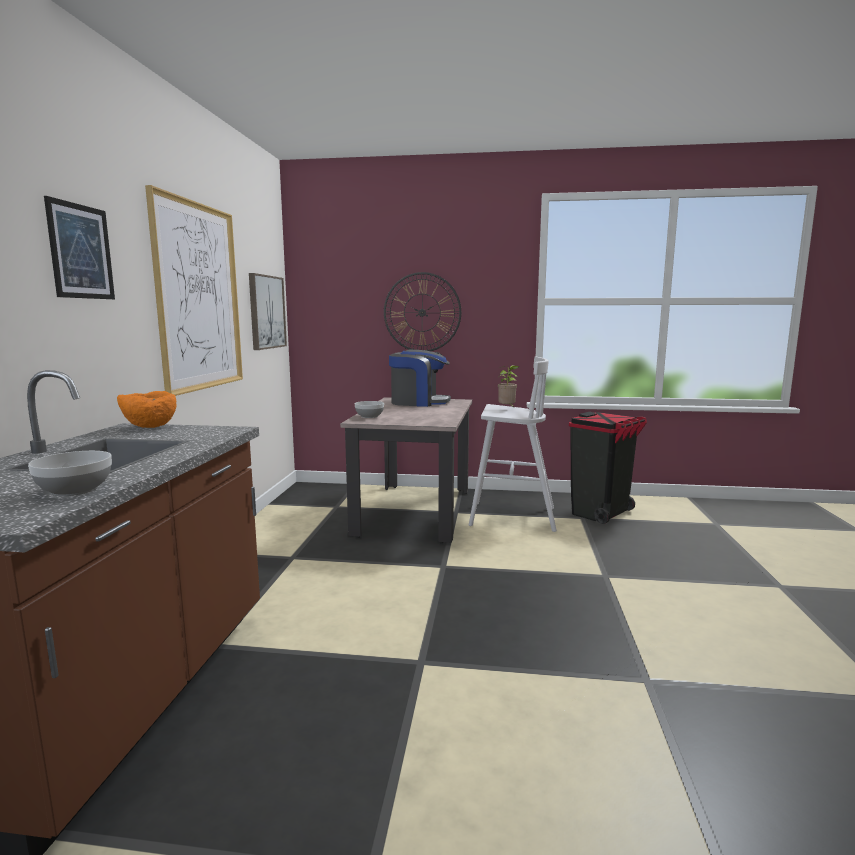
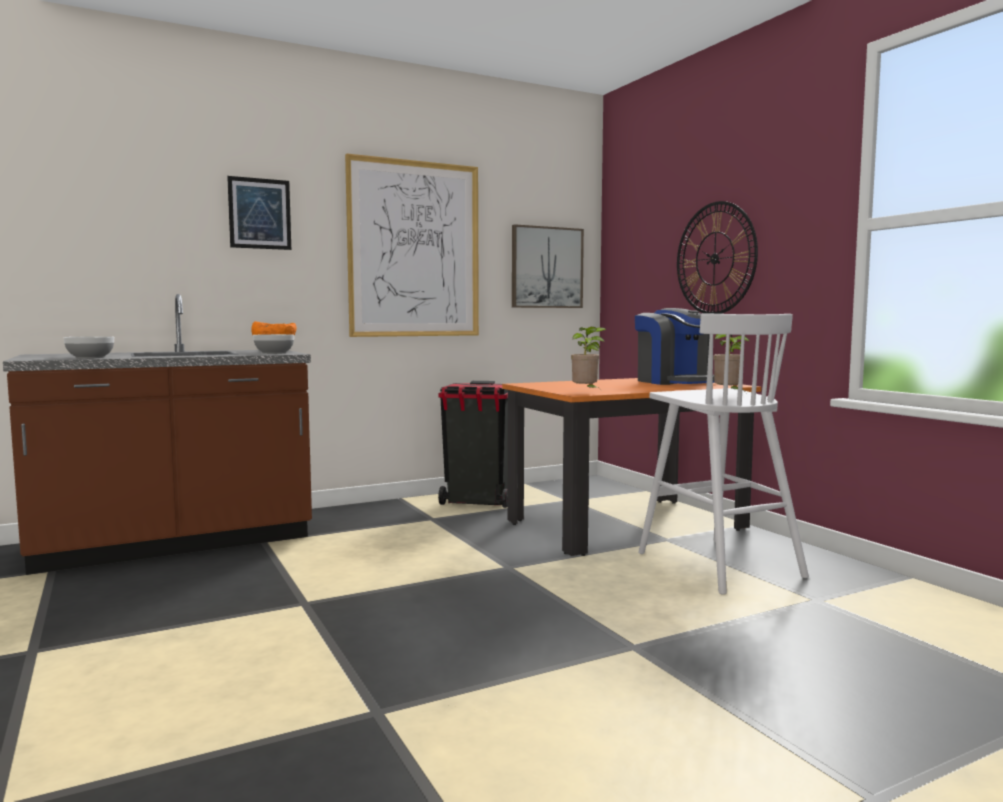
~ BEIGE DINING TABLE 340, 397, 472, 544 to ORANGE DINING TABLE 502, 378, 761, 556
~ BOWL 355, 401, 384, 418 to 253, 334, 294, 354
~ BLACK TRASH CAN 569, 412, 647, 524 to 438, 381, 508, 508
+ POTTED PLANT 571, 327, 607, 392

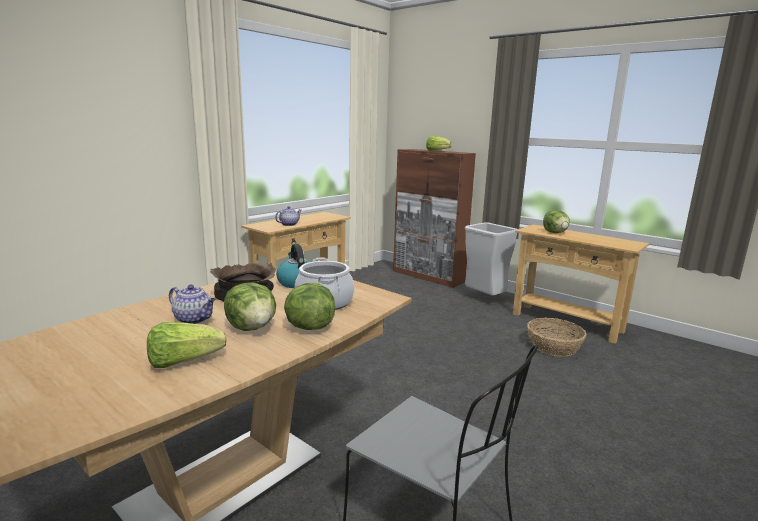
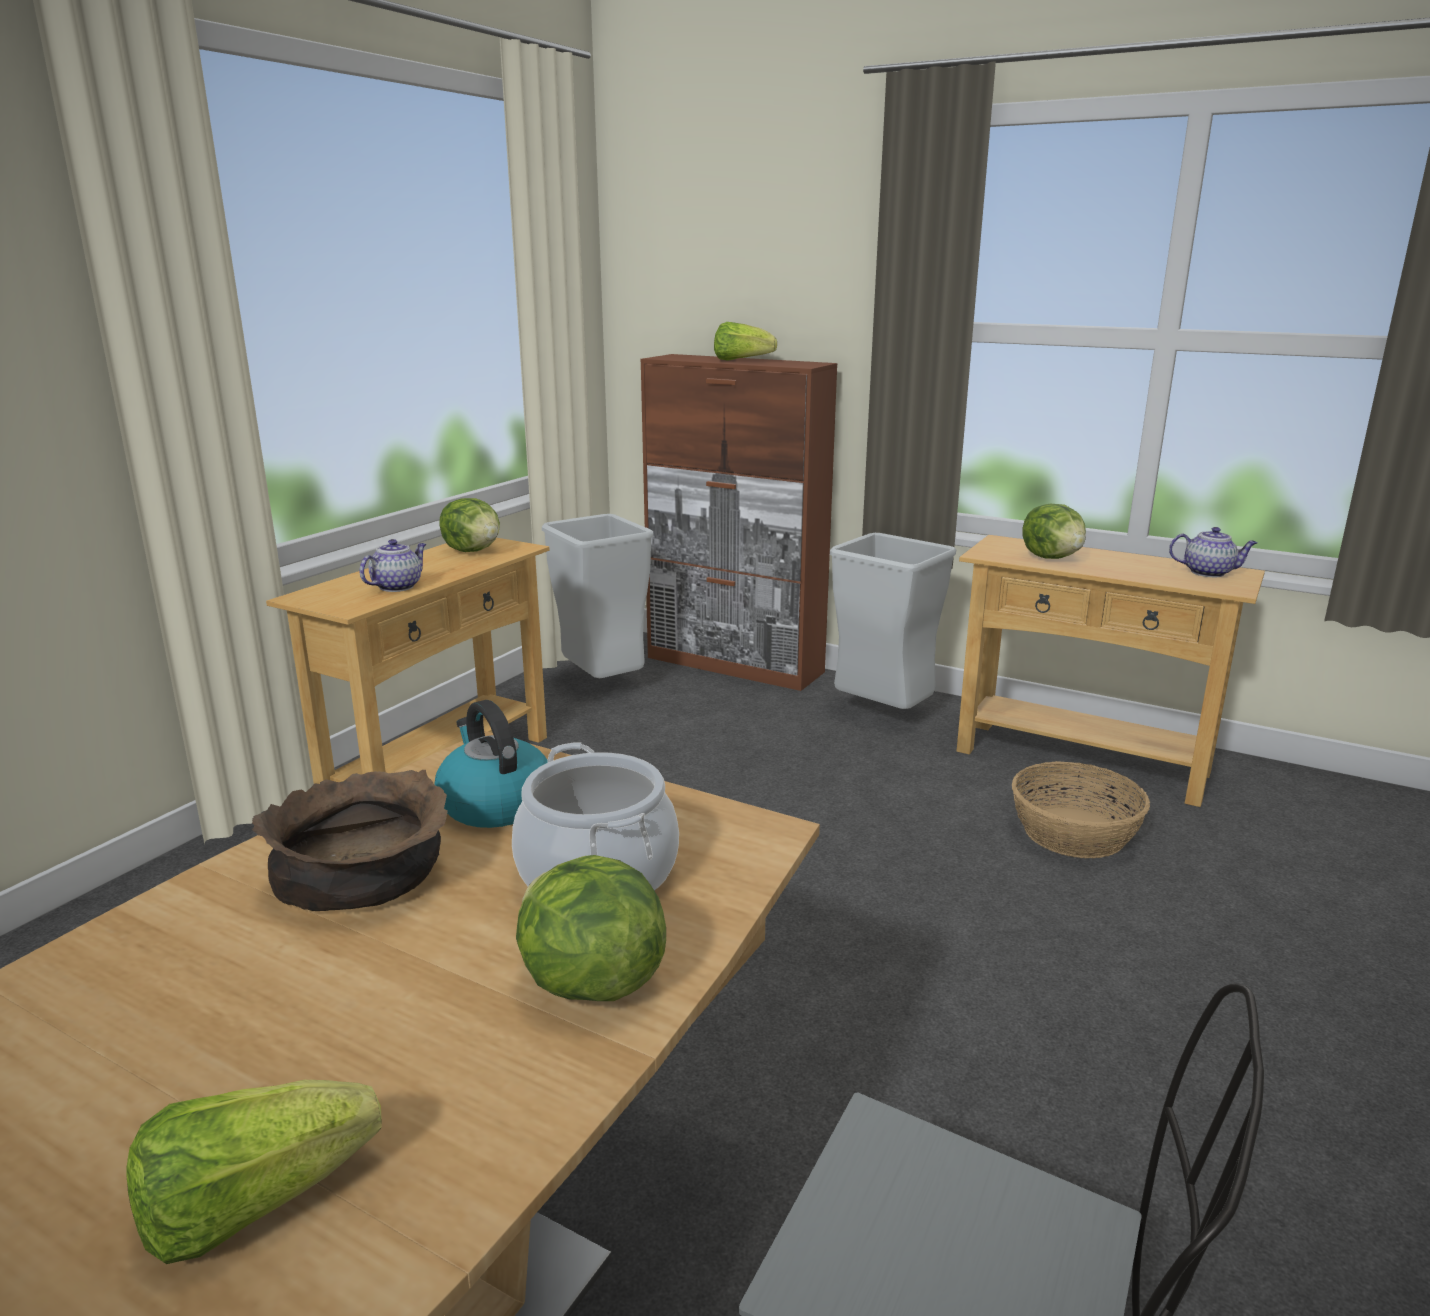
~ TEAPOT 169, 285, 216, 324 to 1169, 527, 1257, 577
~ LETTUCE 224, 283, 276, 331 to 439, 498, 500, 552
+ GREY TRASH CAN 542, 514, 654, 678

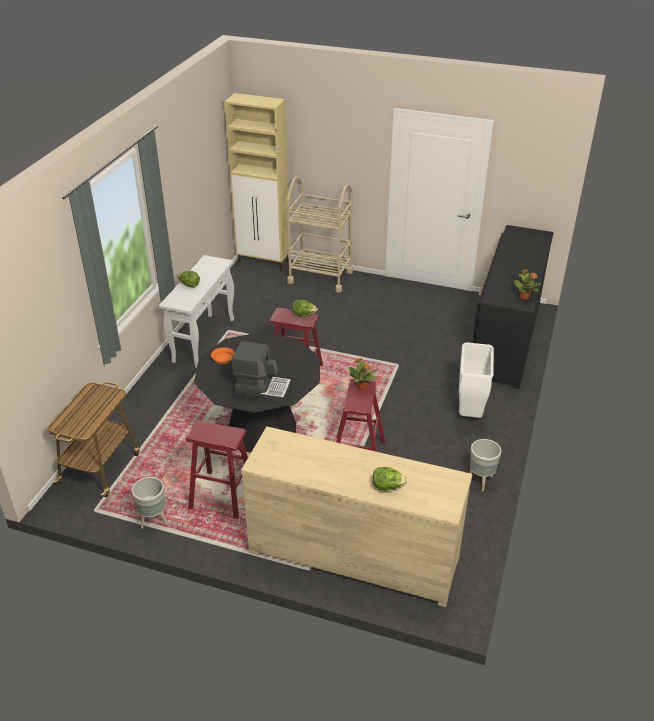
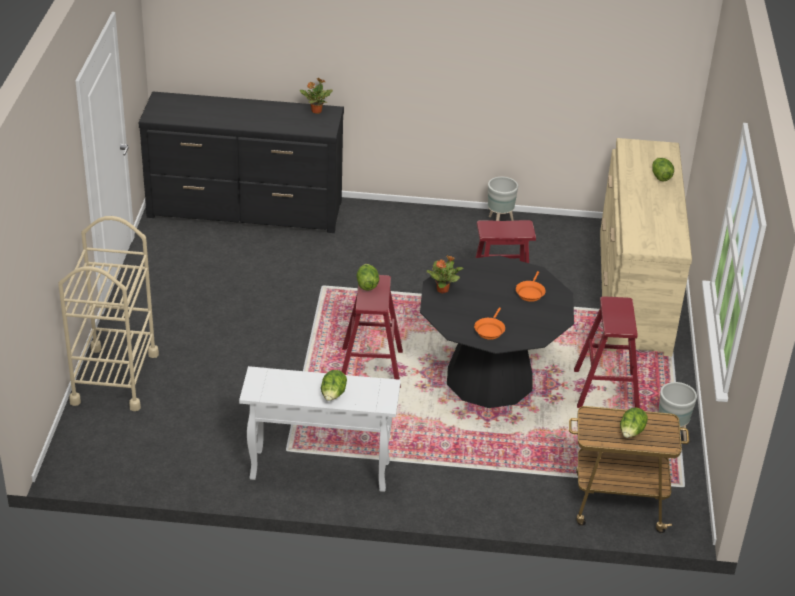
- BEIGE CABINET 224, 93, 288, 271
~ COFFEE MACHINE 232, 341, 291, 402 to ORANGE FRYING PAN 516, 271, 546, 302
~ POTTED PLANT 348, 358, 378, 390 to 427, 256, 463, 293
- WHITE TRASH CAN 459, 342, 494, 418
+ LETTUCE 620, 407, 648, 438

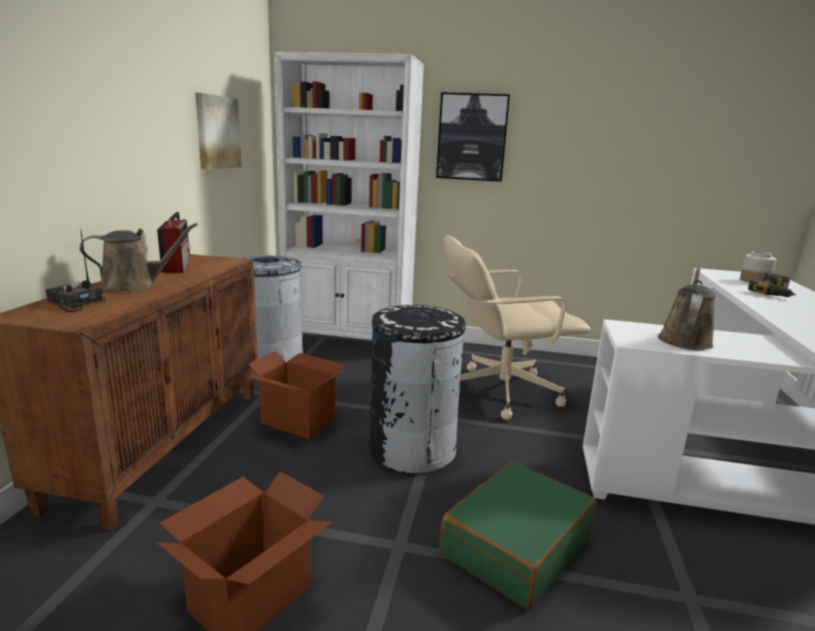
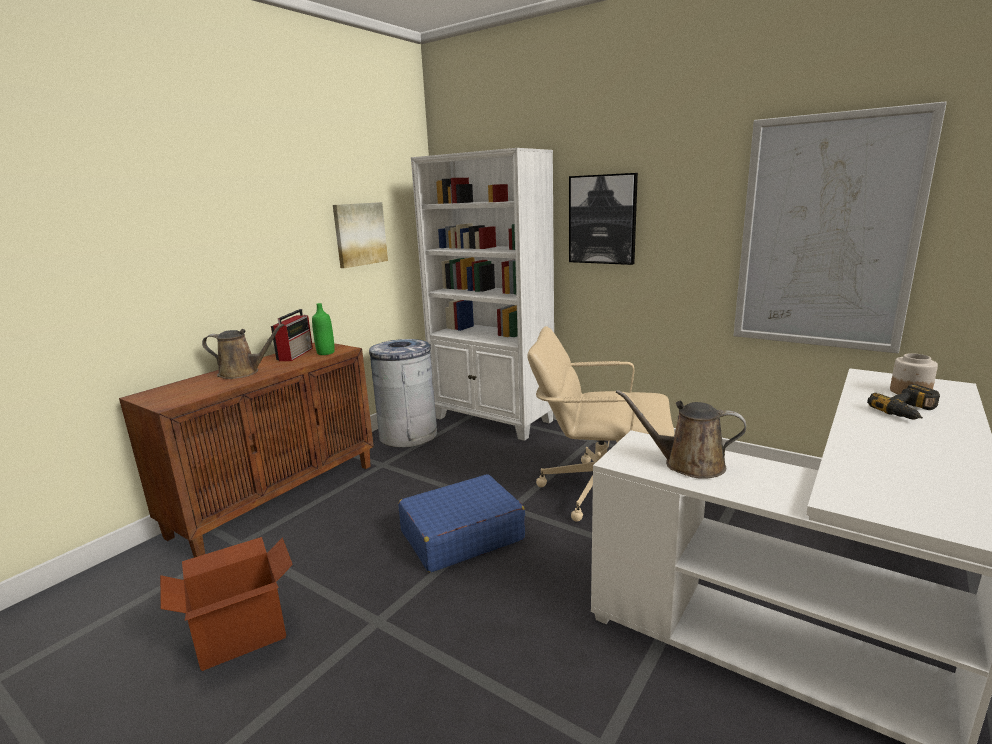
- RADIO 46, 229, 105, 312
- CARDBOARD BOX 244, 351, 346, 439
~ BLACK TRASH CAN 370, 305, 466, 474 to BLUE SUITCASE 398, 474, 525, 572
- GREEN SUITCASE 440, 461, 597, 609
~ BROWN WATERING CAN 658, 266, 715, 350 = 616, 390, 746, 479 120 degrees counterclockwise
+ GREEN BOTTLE 312, 303, 335, 355
+ PICTURE 734, 101, 947, 353

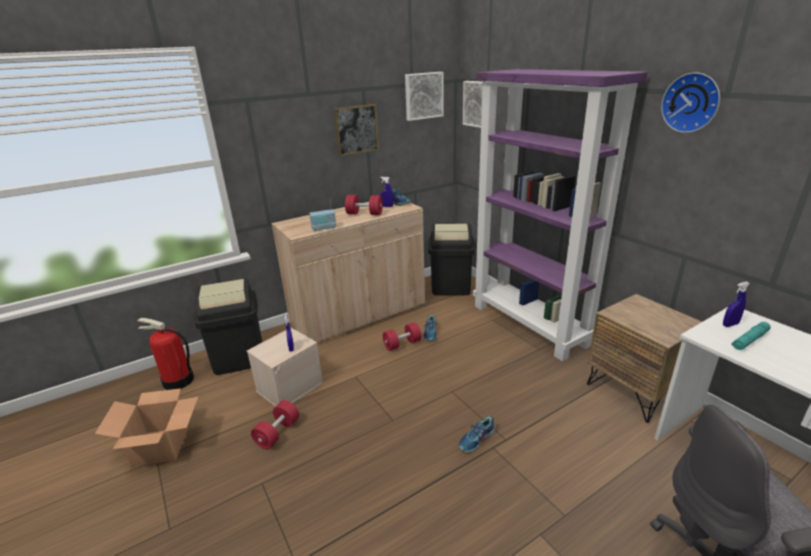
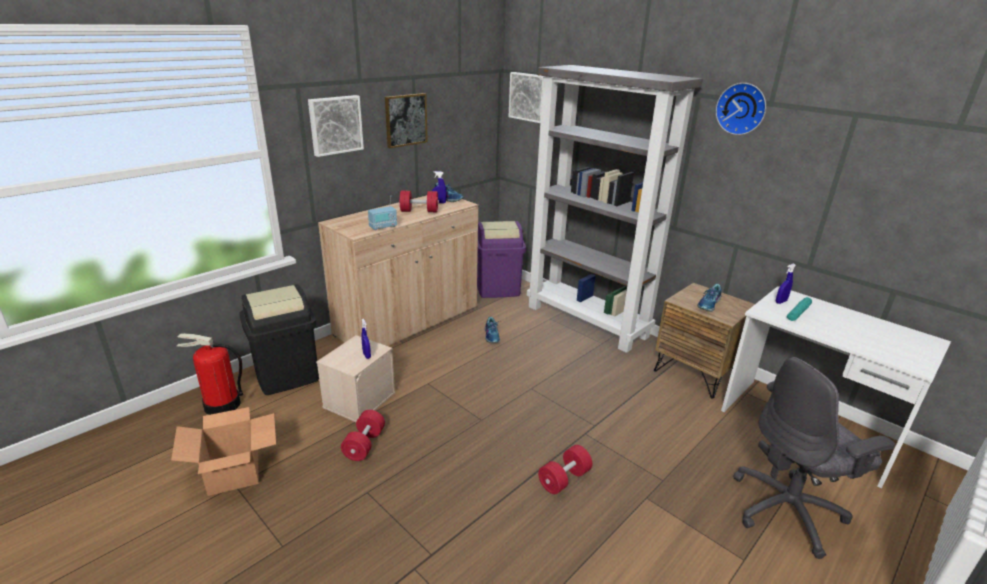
~ RED DUMBBELL 383, 322, 421, 351 to 538, 445, 592, 494
~ PICTURE 405, 72, 444, 121 to 308, 95, 364, 157
~ BLACK TRASH CAN 428, 224, 475, 296 to PURPLE TRASH CAN 477, 221, 526, 298
~ SHOE 459, 416, 495, 452 to 698, 284, 722, 312
~ PURPLE BOOKCASE 473, 69, 648, 361 to GREY BOOKCASE 527, 65, 703, 353

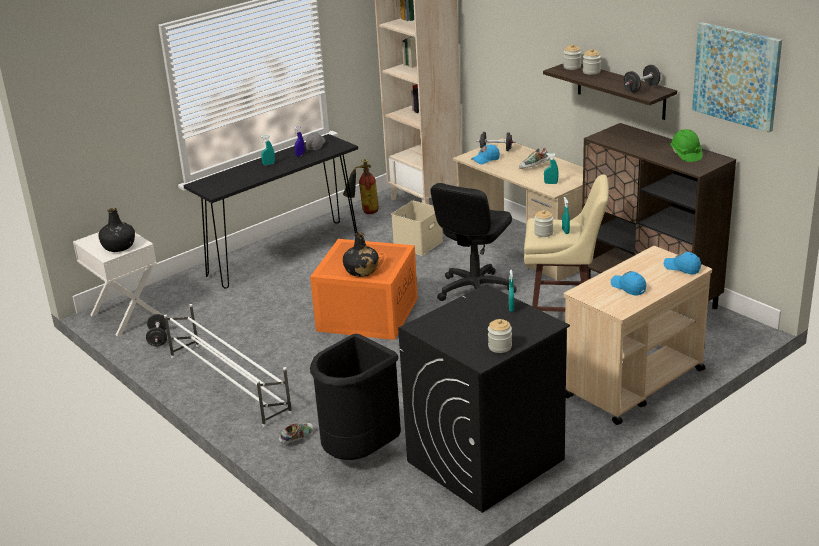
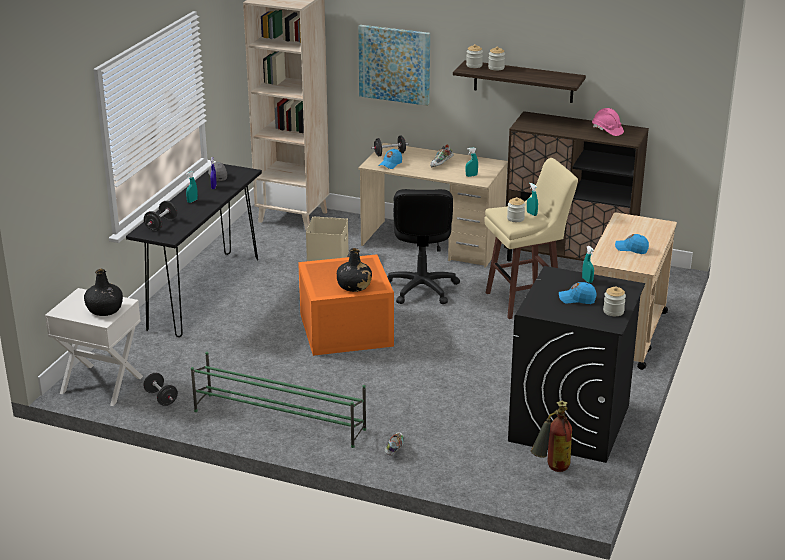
~ WHITE SHOE RACK 164, 304, 292, 427 to GREEN SHOE RACK 191, 352, 366, 448
- BLACK TRASH CAN 310, 334, 401, 460
~ FIRE EXTINGUISHER 343, 159, 379, 214 to 531, 400, 572, 472
~ BLACK DUMBBELL 623, 65, 661, 93 to 144, 201, 177, 231
~ BLUE CAP 663, 252, 701, 275 to 559, 282, 596, 304
~ GREEN HARD HAT 670, 129, 702, 162 to PINK HARD HAT 592, 108, 624, 136
~ PICTURE 692, 22, 782, 132 to 358, 25, 430, 106

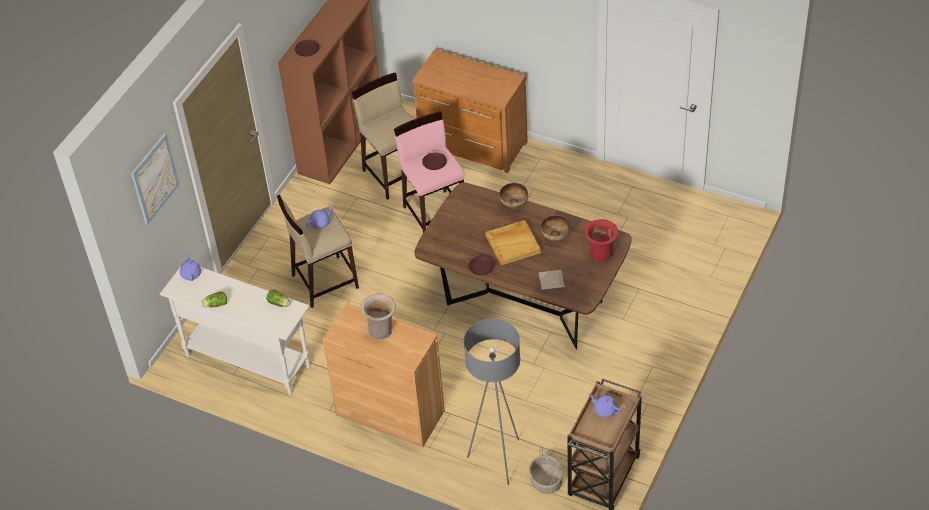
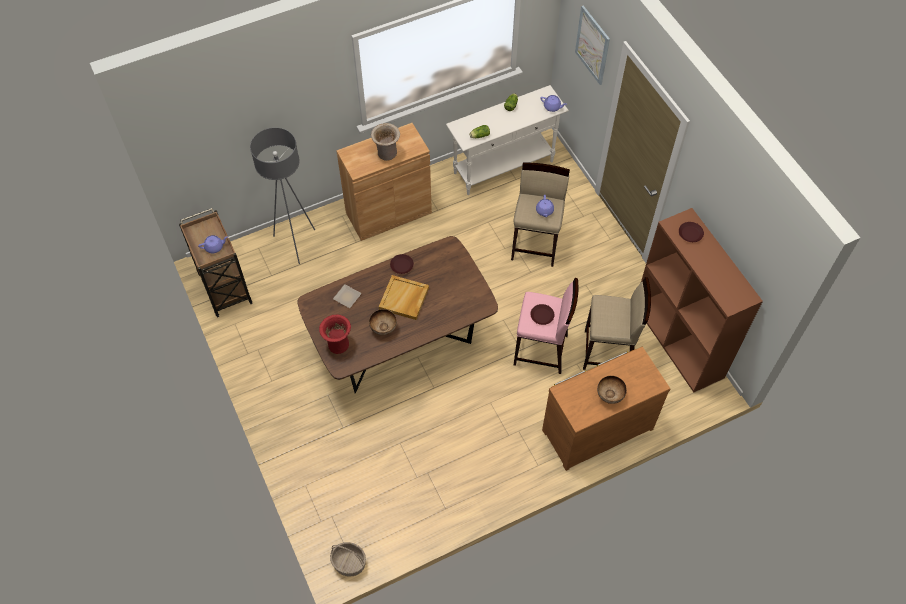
~ BOWL 499, 183, 528, 210 to 597, 376, 627, 404
~ BASKET 529, 447, 563, 494 to 330, 542, 366, 576

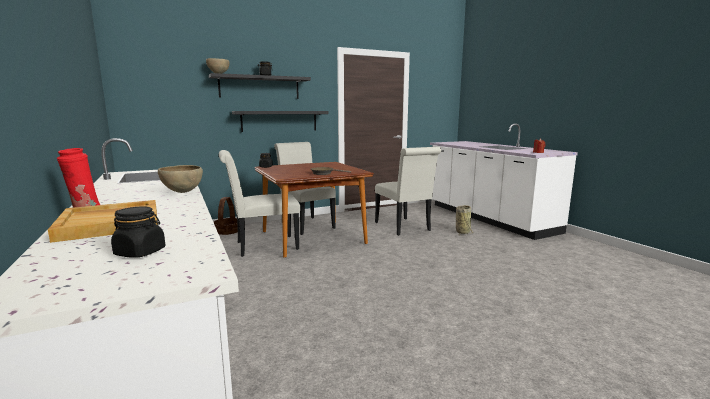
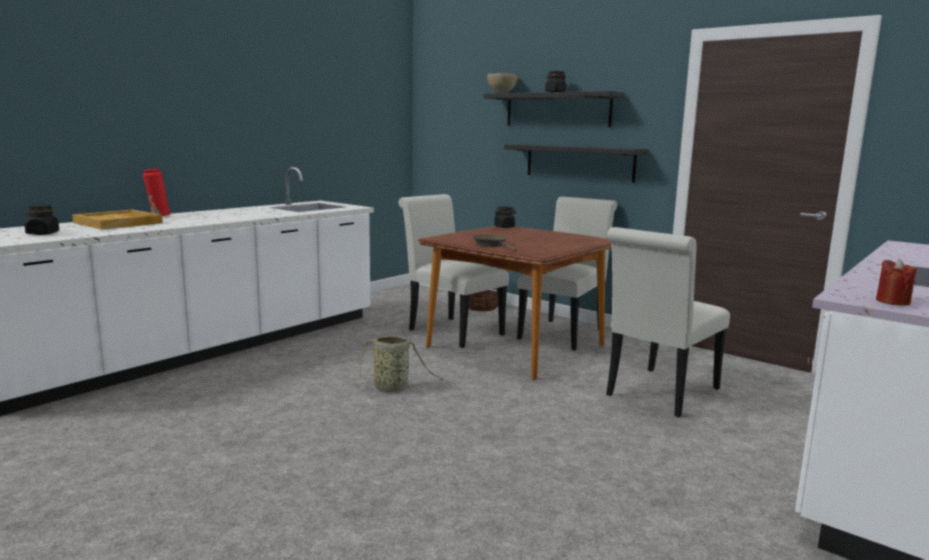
- BROWN BOWL 158, 165, 203, 193
~ BASKET 456, 205, 473, 236 to 355, 336, 443, 392

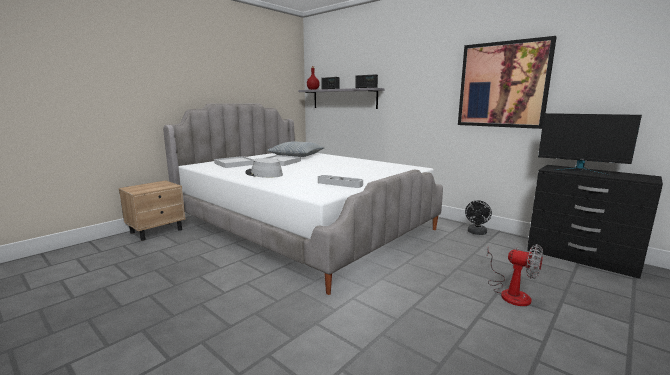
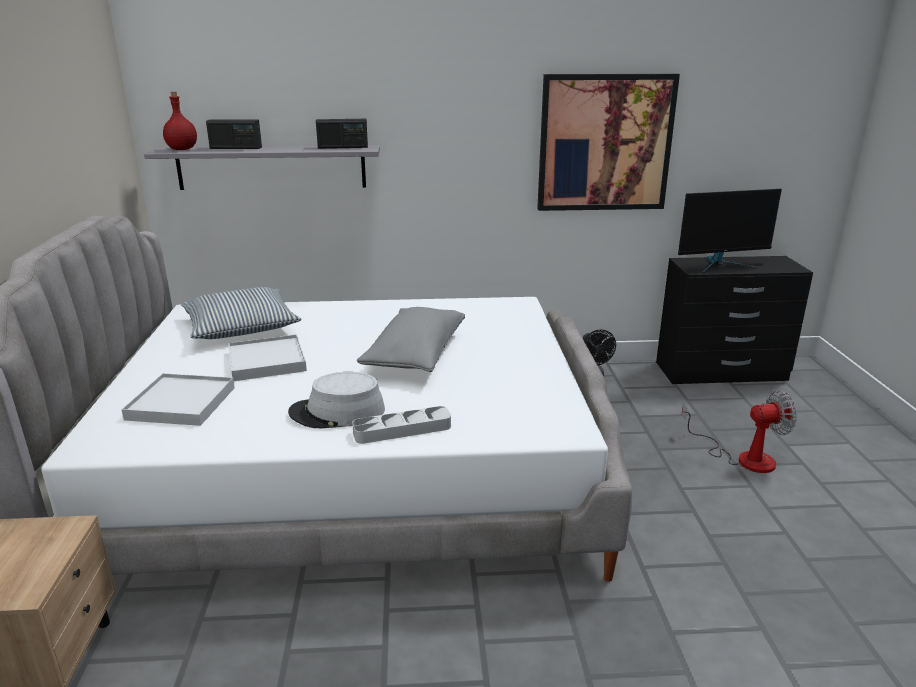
~ GREY TRAY 318, 175, 363, 188 to 352, 406, 451, 444
+ GREY PILLOW 357, 307, 465, 372

